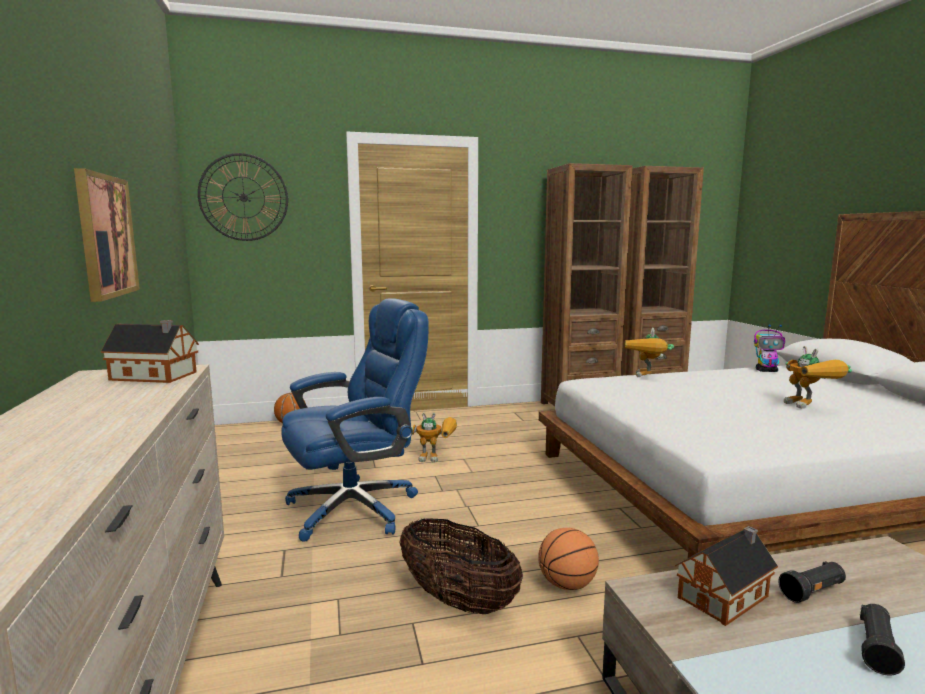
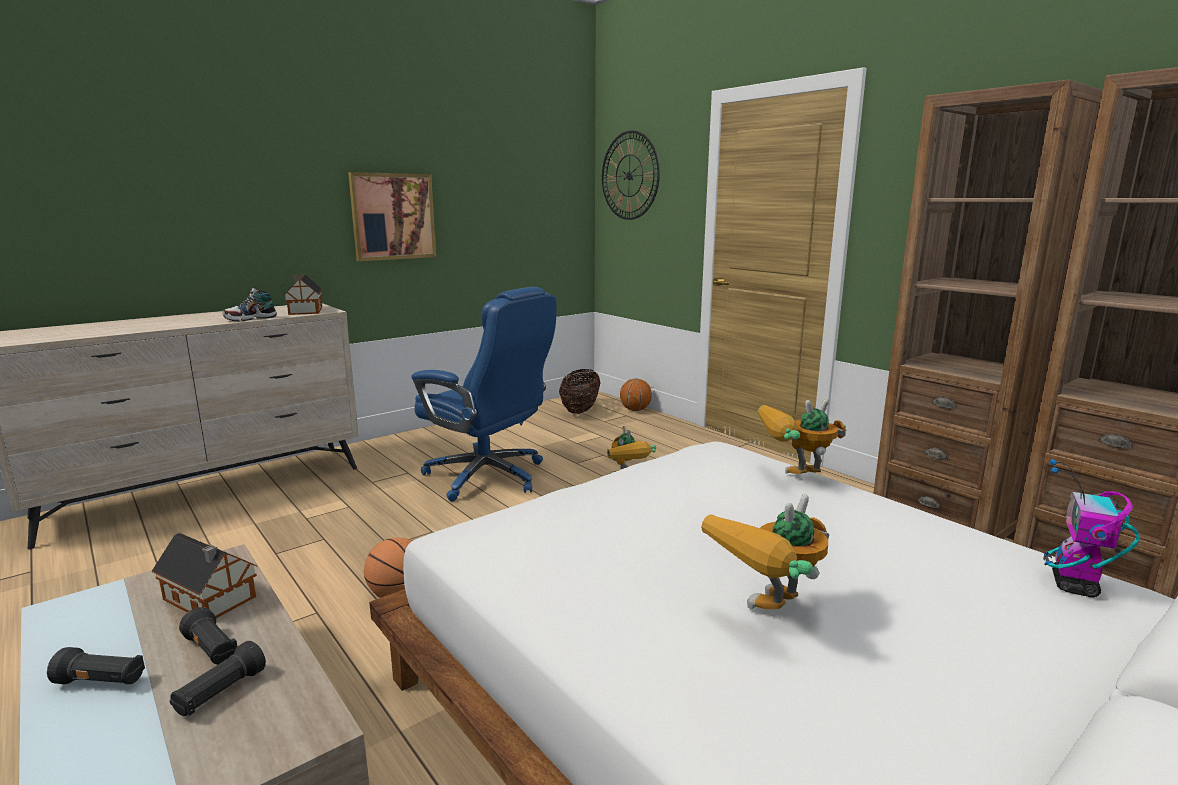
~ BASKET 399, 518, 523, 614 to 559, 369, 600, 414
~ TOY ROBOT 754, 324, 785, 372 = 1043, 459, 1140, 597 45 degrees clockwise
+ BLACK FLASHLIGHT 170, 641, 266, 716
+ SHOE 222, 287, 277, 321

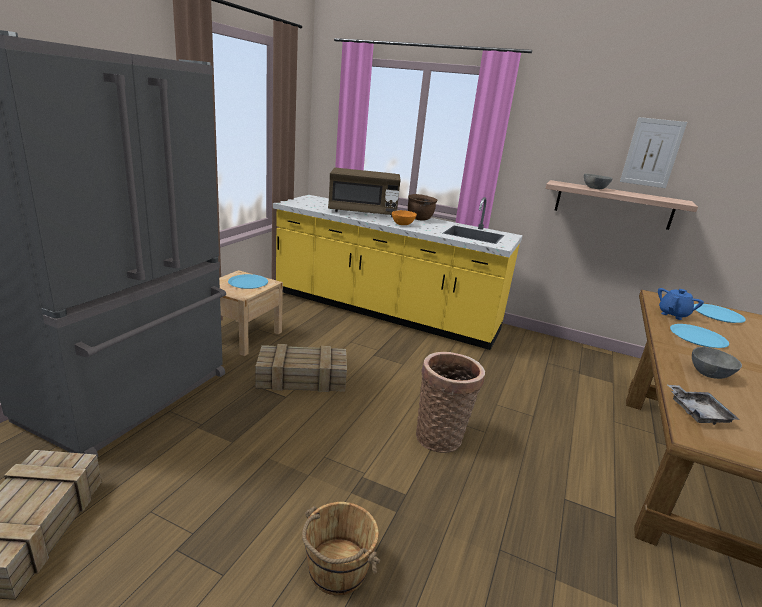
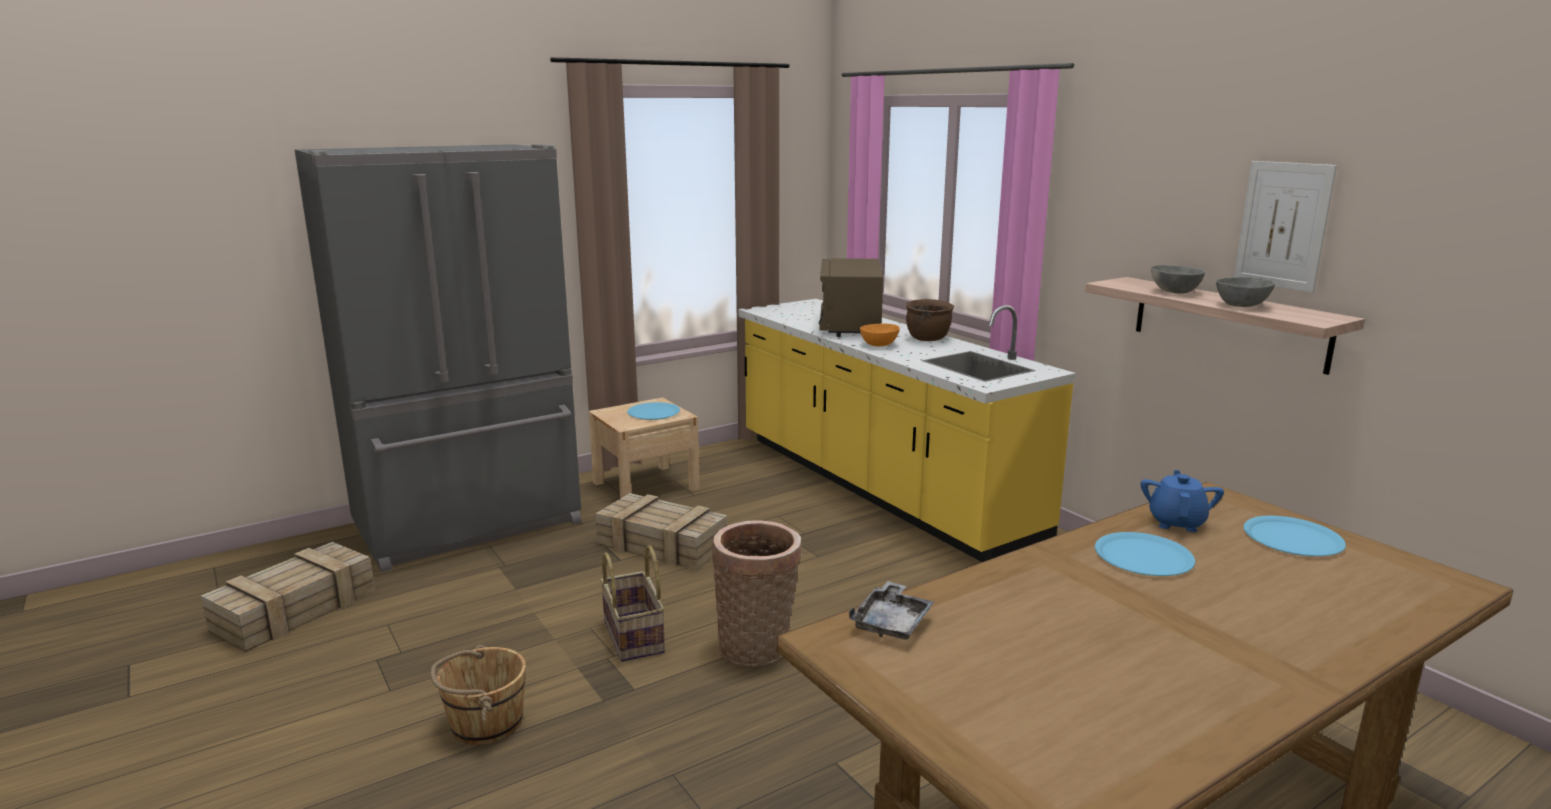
~ BROWN MICROWAVE 328, 168, 400, 217 = 818, 258, 883, 337 60 degrees clockwise
~ BLUE TEAPOT 658, 288, 704, 320 = 1141, 470, 1224, 532 60 degrees counterclockwise
~ GREY BOWL 692, 347, 742, 379 to 1216, 277, 1275, 307
+ BASKET 600, 545, 665, 662

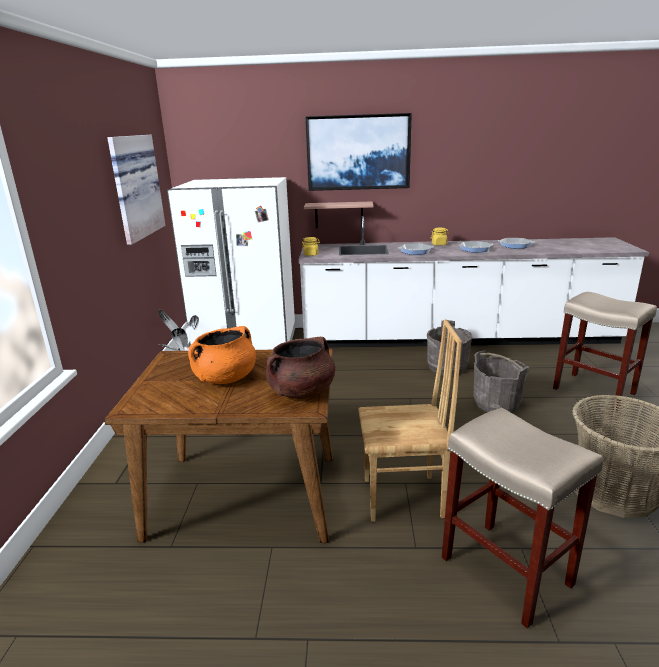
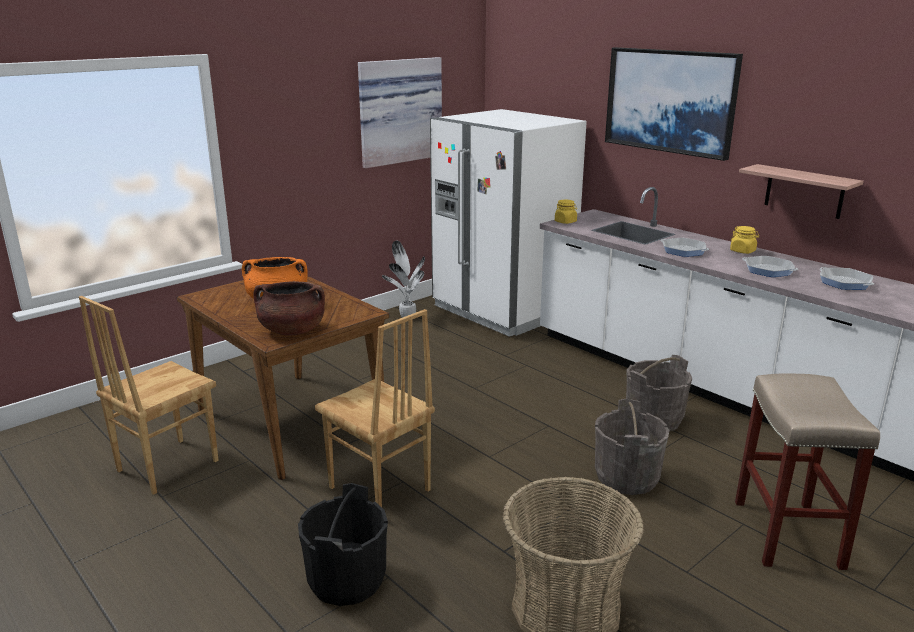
~ SHELF 304, 201, 373, 228 to 739, 164, 864, 219
~ BEIGE STOOL 442, 408, 603, 629 to BLACK BUCKET 298, 483, 388, 606
+ BROWN CHAIR 79, 296, 219, 495

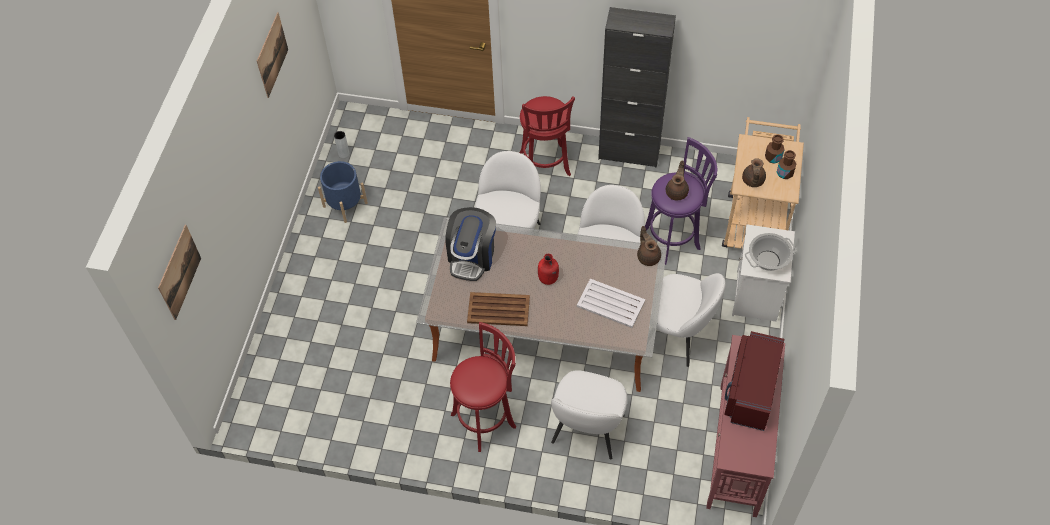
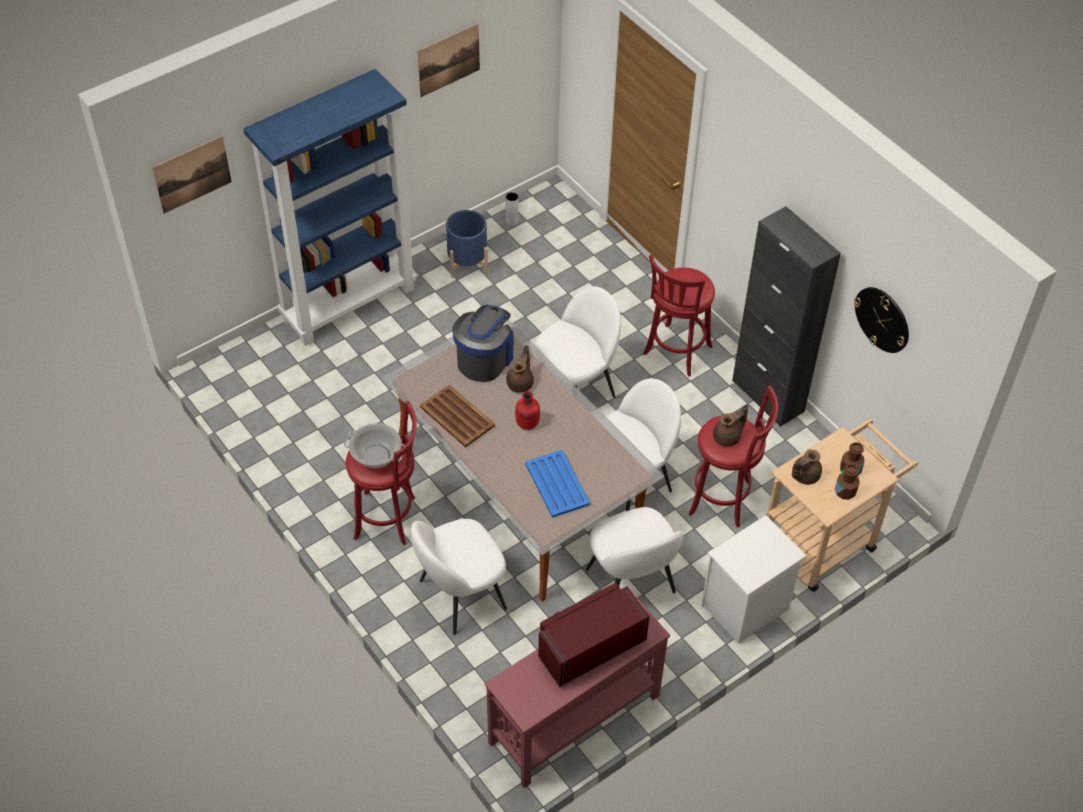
~ COFFEE MACHINE 445, 207, 496, 281 = 452, 305, 514, 382 150 degrees clockwise
~ WHITE TRAY 577, 279, 645, 328 to BLUE TRAY 525, 450, 590, 518
~ BROWN TEAPOT 637, 226, 661, 266 to 506, 345, 534, 392
~ PURPLE STOOL 645, 137, 717, 265 to RED STOOL 689, 386, 778, 528
~ COOKING POT 745, 233, 796, 271 to 344, 423, 405, 468
+ BLUE BOOKCASE 244, 69, 416, 346
+ WALL CLOCK 854, 287, 909, 353

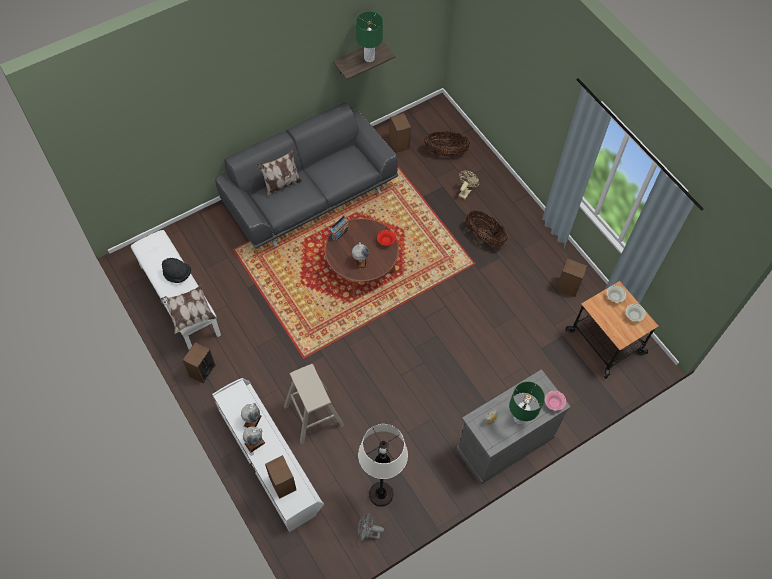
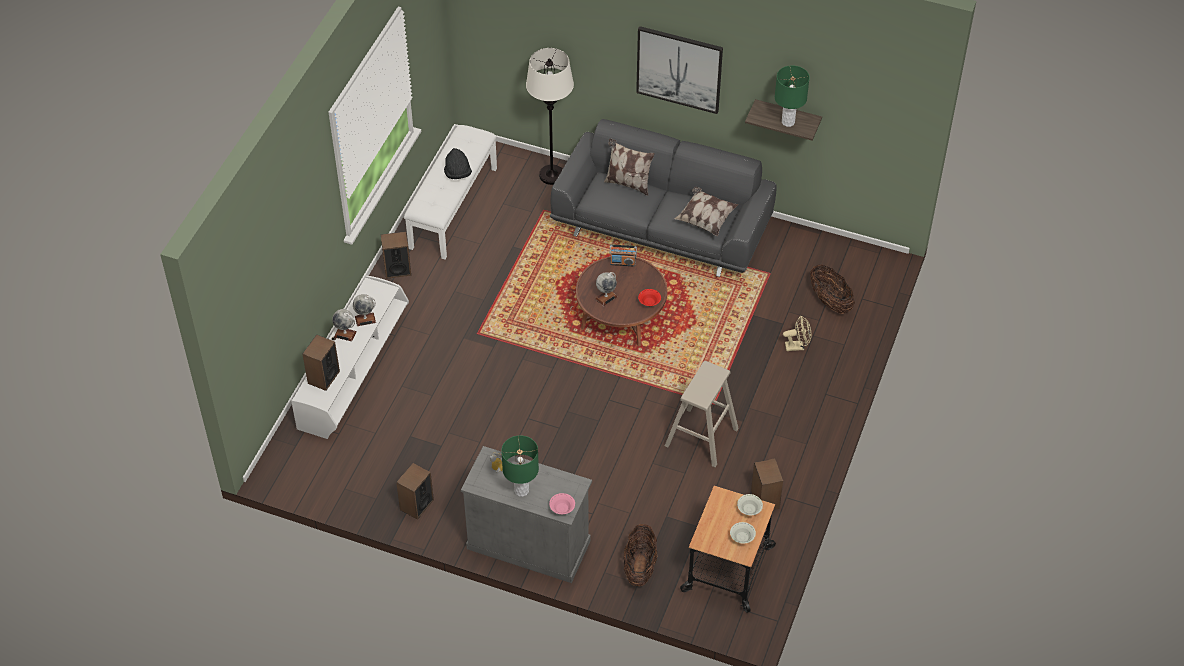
~ PILLOW 160, 284, 216, 334 to 674, 187, 738, 236
~ BEIGE STOOL 284, 364, 344, 445 to 665, 361, 739, 468
~ WHITE FLOOR LAMP 358, 424, 408, 507 to 526, 48, 574, 185
- GREY FAN 358, 512, 384, 541
~ SPEAKER 389, 113, 411, 153 to 396, 463, 434, 520
~ BASKET 466, 210, 508, 247 to 624, 524, 657, 586
+ PICTURE 636, 26, 723, 114

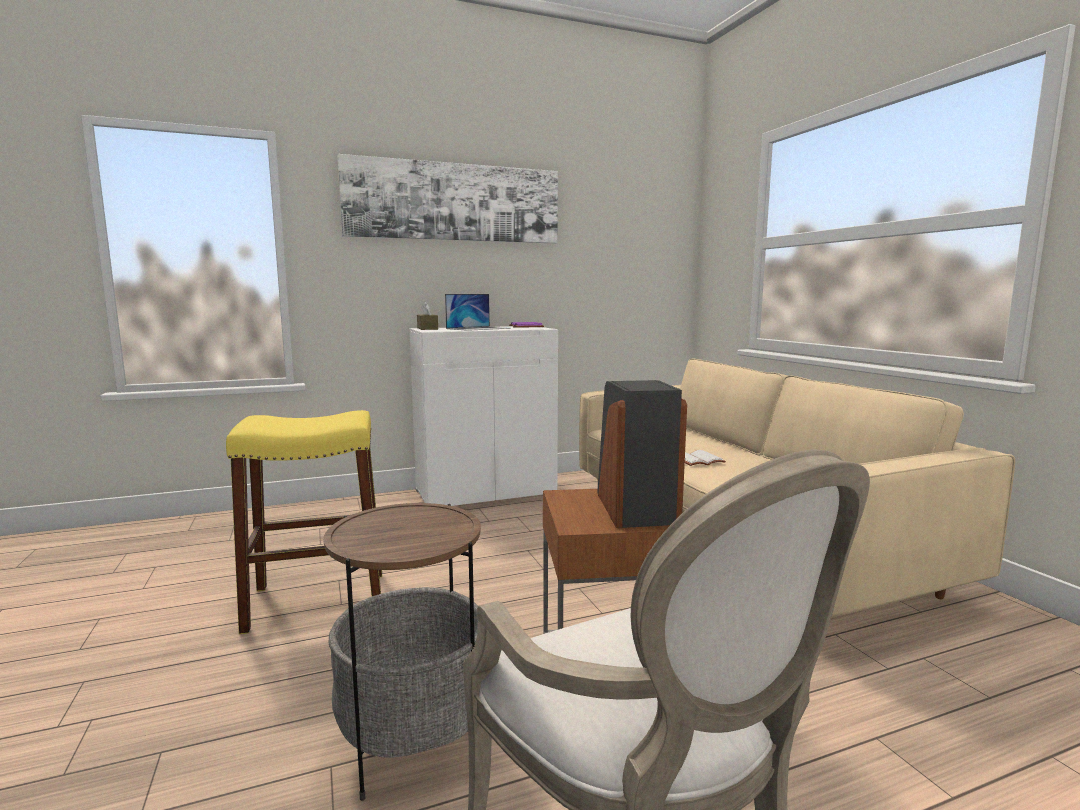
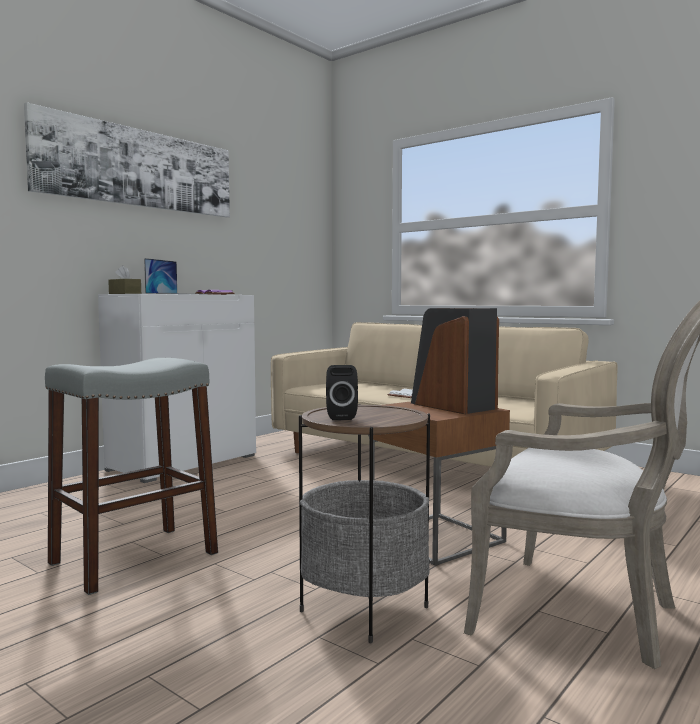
~ YELLOW STOOL 226, 410, 382, 634 to GREY STOOL 45, 358, 218, 595
+ BLACK SPEAKER 326, 365, 358, 420

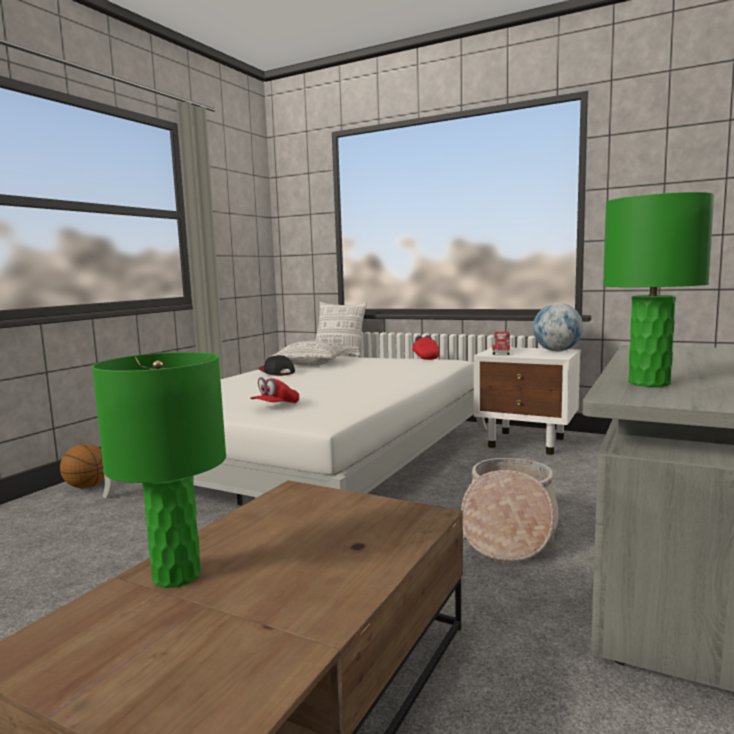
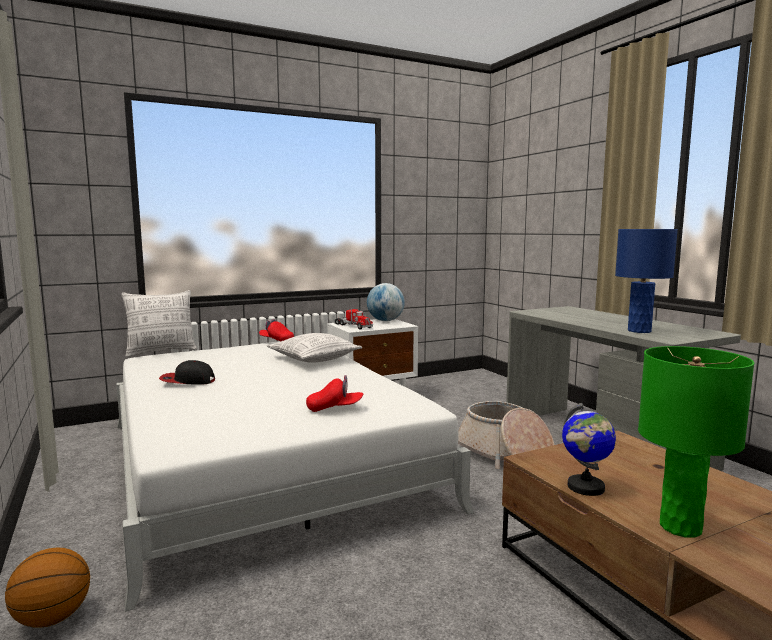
~ RED CAP 250, 377, 299, 403 = 306, 375, 363, 412 75 degrees counterclockwise
~ PILLOW 270, 341, 348, 366 to 267, 333, 362, 363
~ GREEN TABLE LAMP 603, 192, 715, 387 to BLUE TABLE LAMP 615, 229, 678, 333
+ GLOBE 562, 403, 616, 496

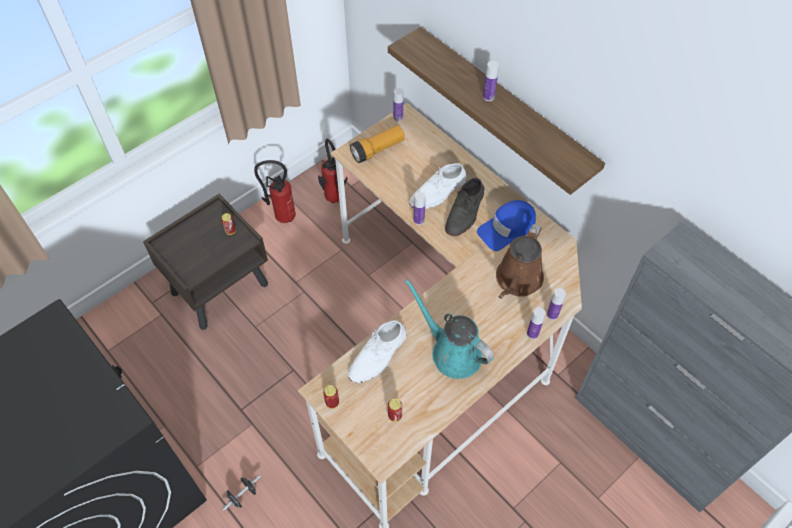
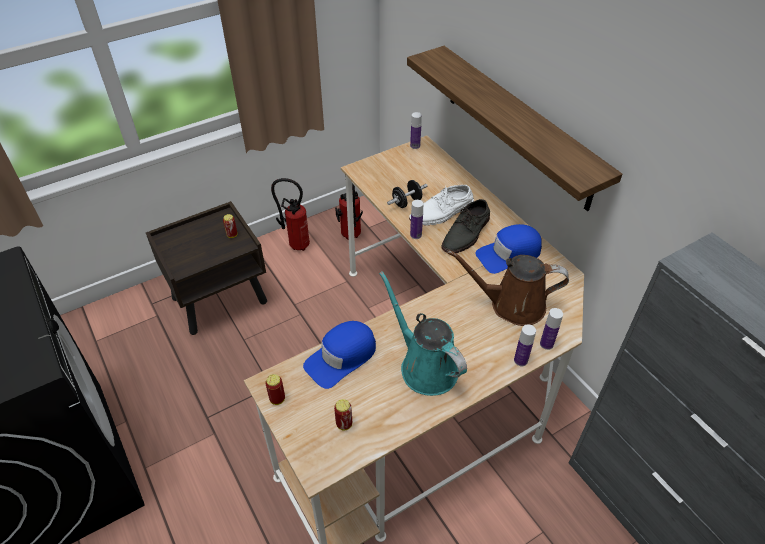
~ BLACK DUMBBELL 222, 475, 260, 511 to 387, 180, 428, 208
~ WHITE SHOE 348, 320, 407, 383 to BLUE CAP 303, 321, 376, 389
- FLASHLIGHT 350, 125, 404, 163
- BOTTLE 483, 61, 499, 101
~ BROWN WATERING CAN 496, 224, 544, 299 = 447, 250, 569, 326 60 degrees clockwise

